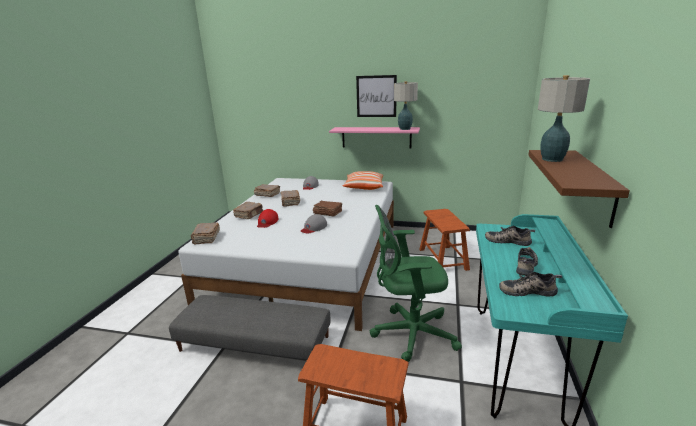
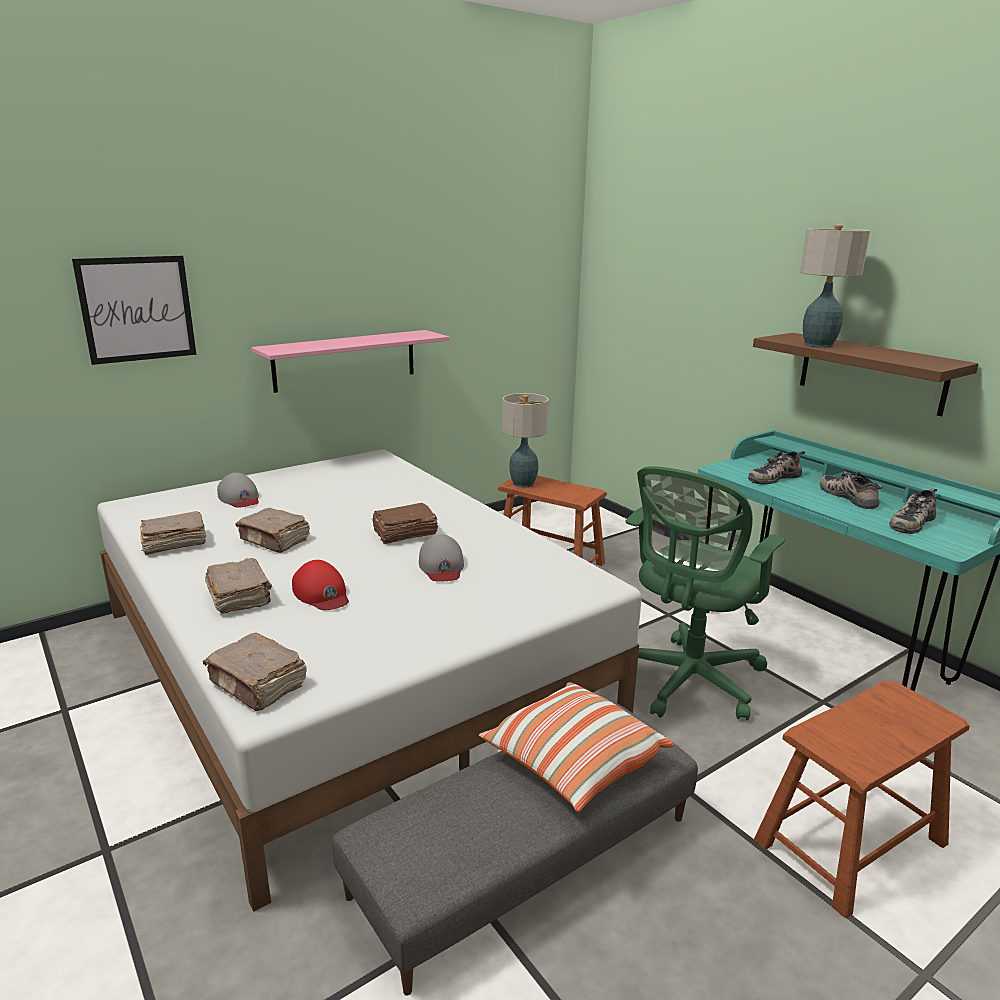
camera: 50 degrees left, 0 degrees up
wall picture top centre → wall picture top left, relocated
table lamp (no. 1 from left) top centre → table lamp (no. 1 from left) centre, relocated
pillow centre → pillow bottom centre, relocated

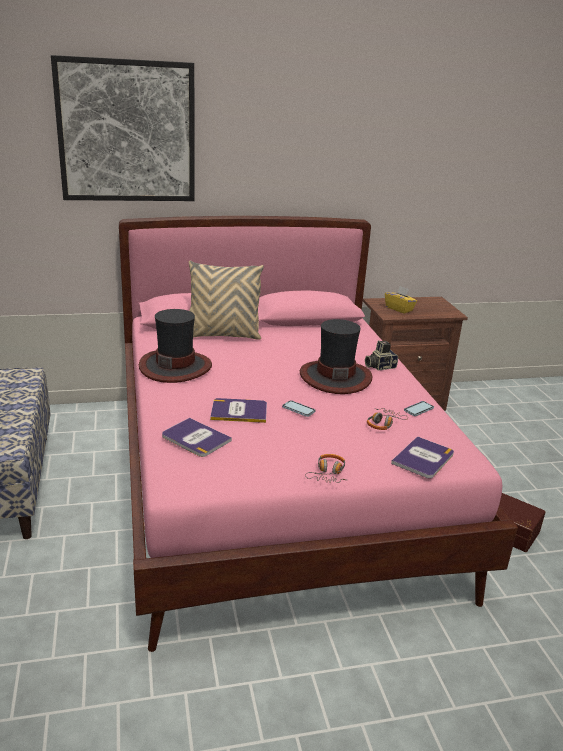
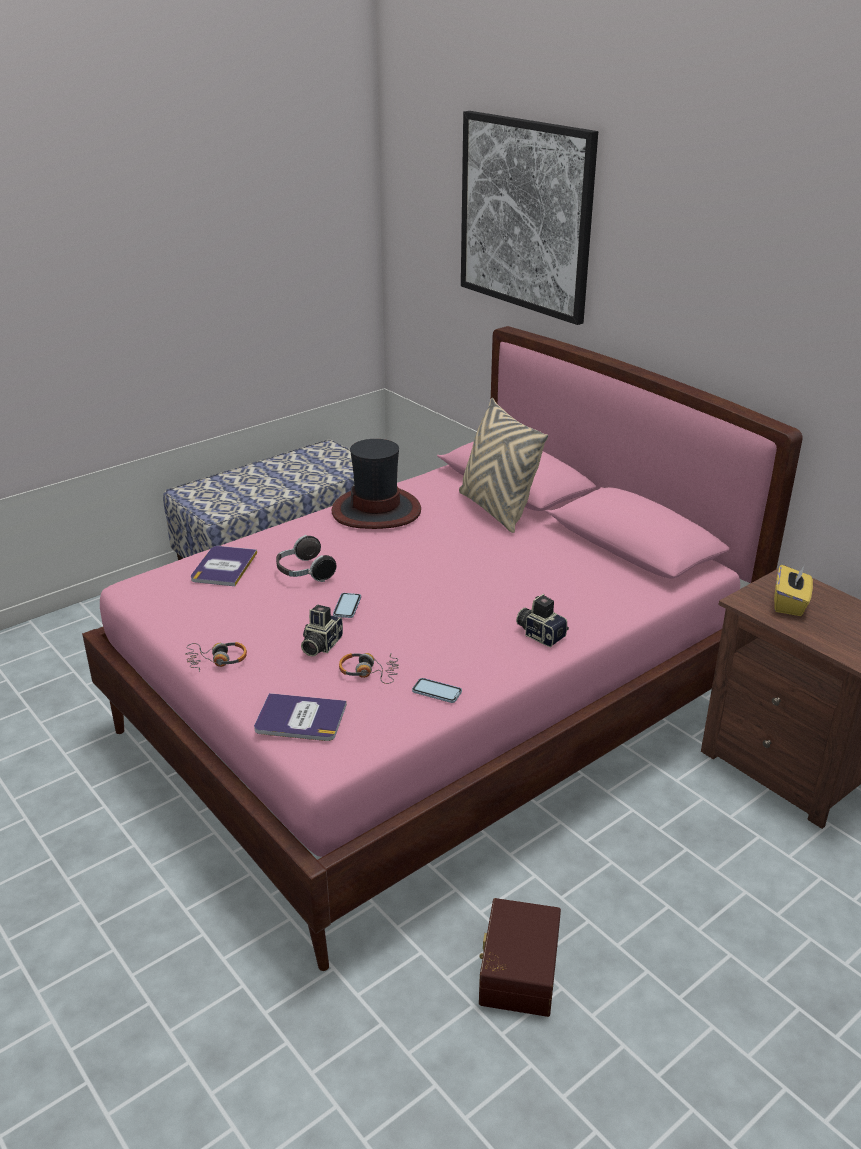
camera: 65 degrees right, 5 degrees up
wearable hat (no. 2 from left) centre → -
book (no. 2 from left) centre → headphones (no. 2 from left) centre
- → photo camera (no. 1 from left) centre

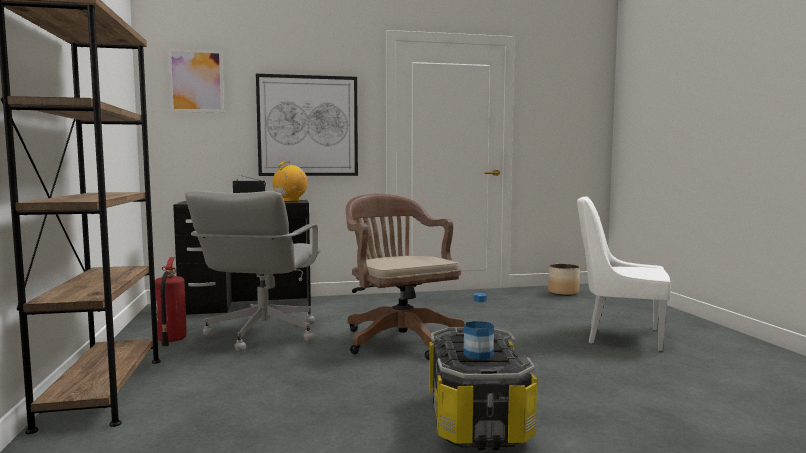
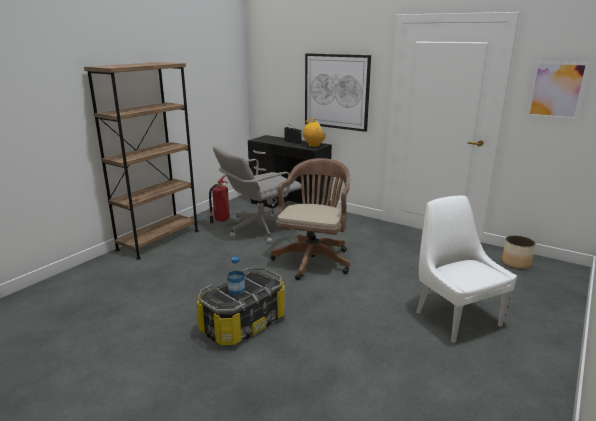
camera: 45 degrees right, 15 degrees up
wall picture (no. 1 from left in the first image) top left → wall picture (no. 2 from left) top right, relocated

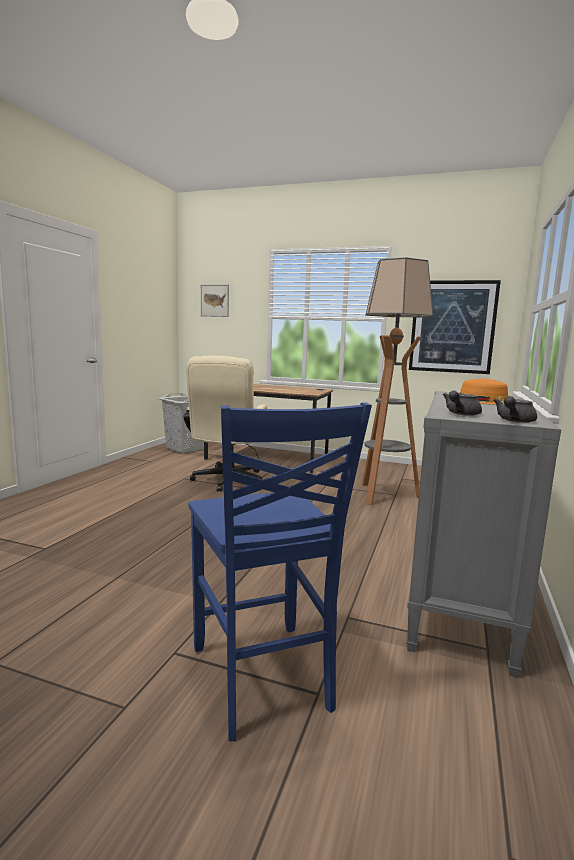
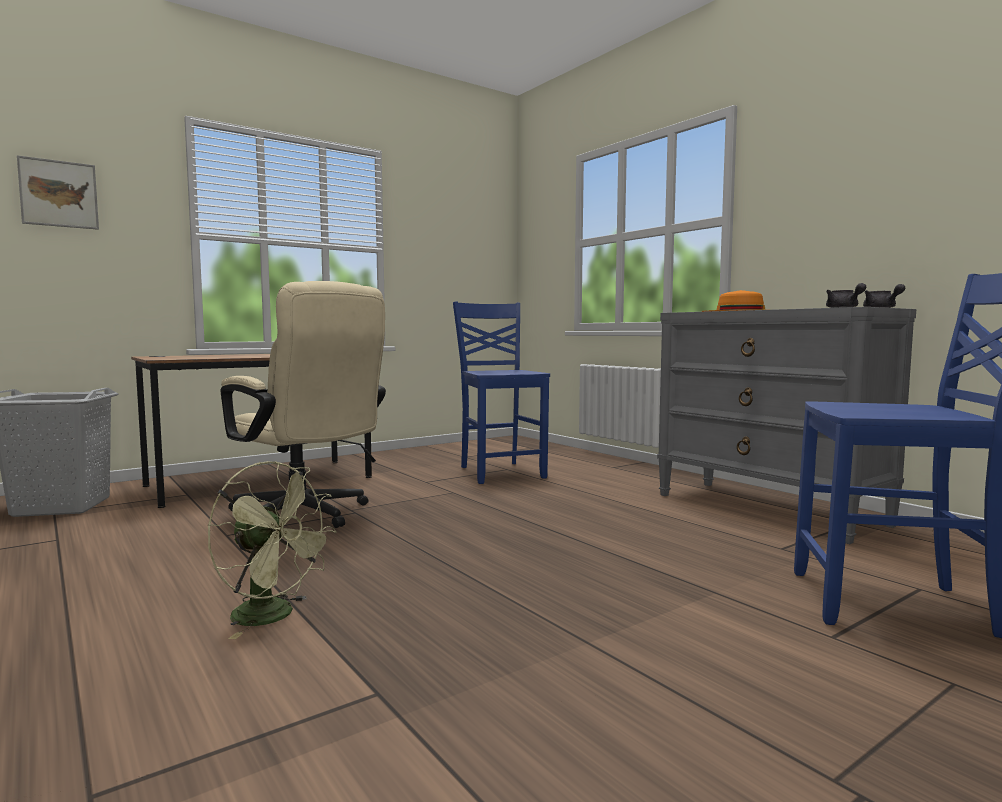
camera: 55 degrees left, 5 degrees down
standard lamp middle right → bluish chair (no. 1 from left) centre
wall picture (no. 2 from left) middle right → -
- → greenish electric fan bottom left

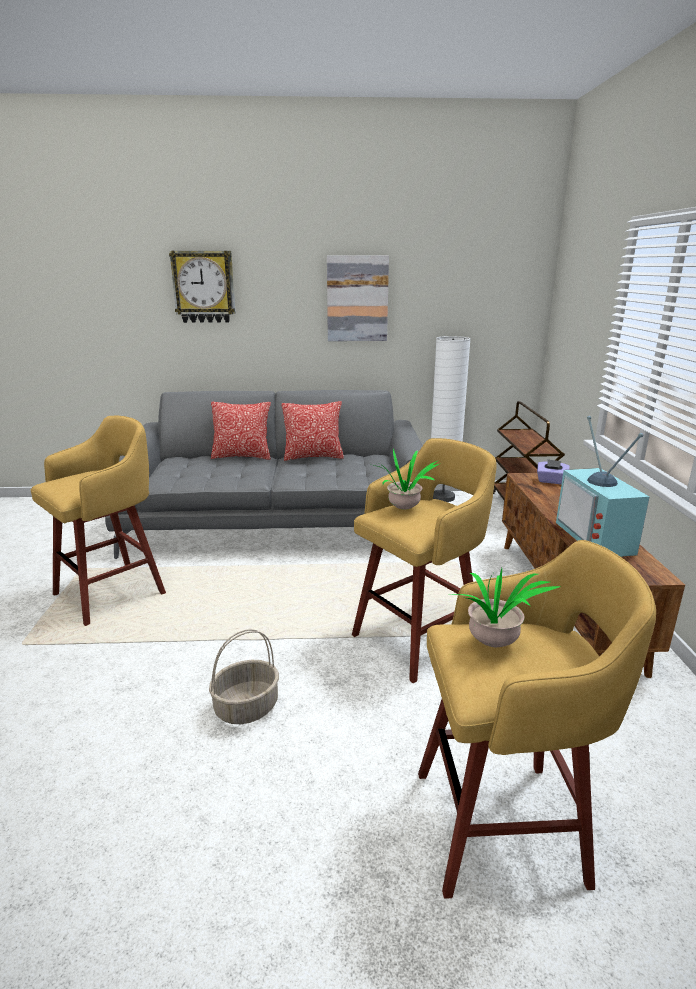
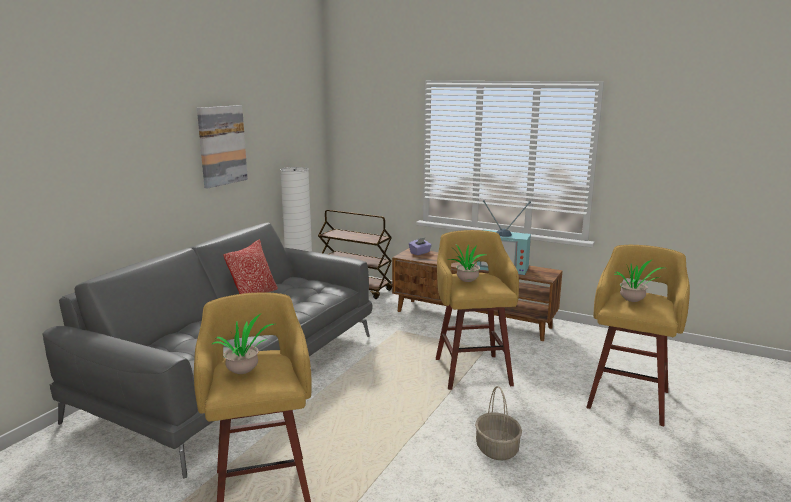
camera: 60 degrees left, 5 degrees down
clock on the wall top left → -
pillow (no. 1 from left) centre → -
- → potted plant (no. 1 from left) bottom left

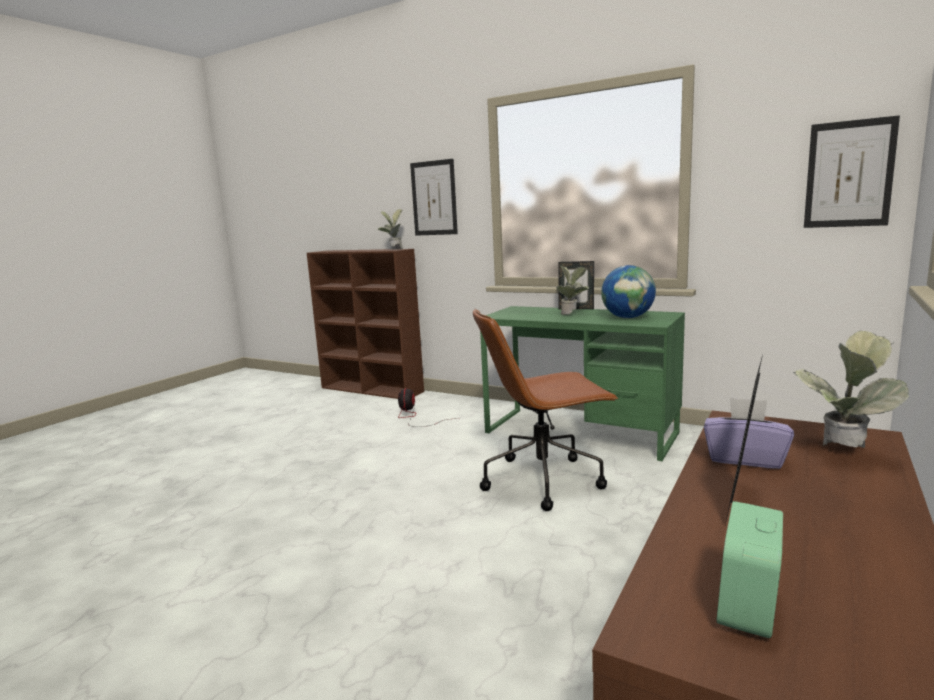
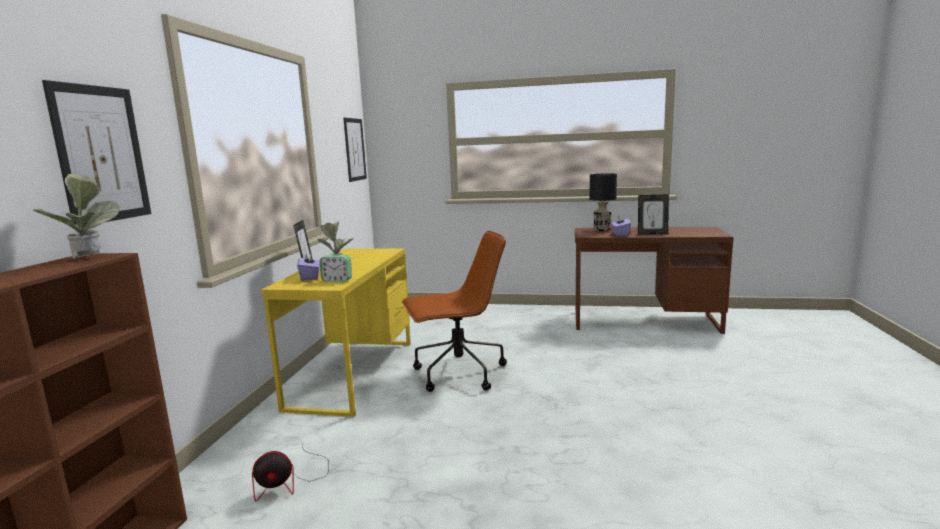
camera: 110 degrees left, 0 degrees up
world globe middle right → -
greenish desk unit centre → yellow desk unit centre
brown-coloured computer chair centre, 75 degrees counterclockwise
potted plant (no. 3 from left) middle right → black-coloured table lamp centre
bedside clock bottom right → bedside clock centre, relocated
- → purplish box of tissues (no. 1 from left) middle left

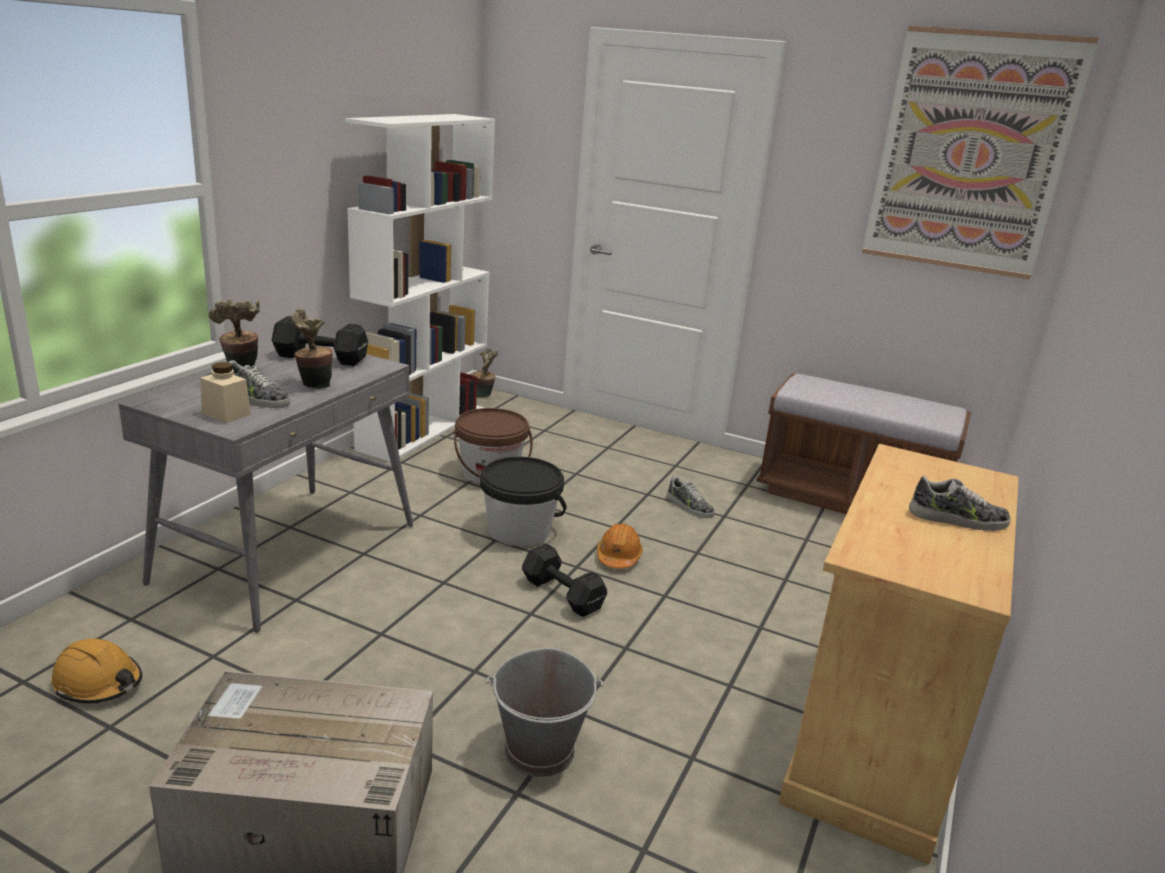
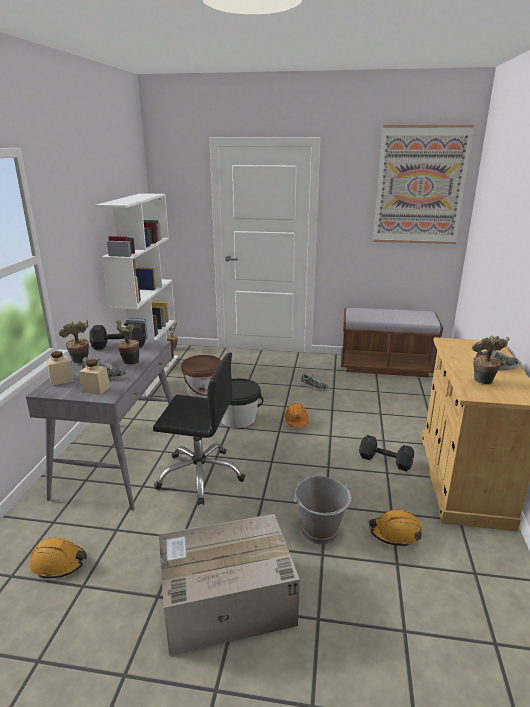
camera: 15 degrees left, 0 degrees up
black-coloured free weight (no. 2 from left) centre → black-coloured free weight (no. 2 from left) middle right, relocated
- → potted plant (no. 4 from left) middle right
- → beige-coloured preserve jar (no. 1 from left) middle left
- → black-coloured computer chair centre
- → orange-coloured work helmet (no. 3 from left) bottom right

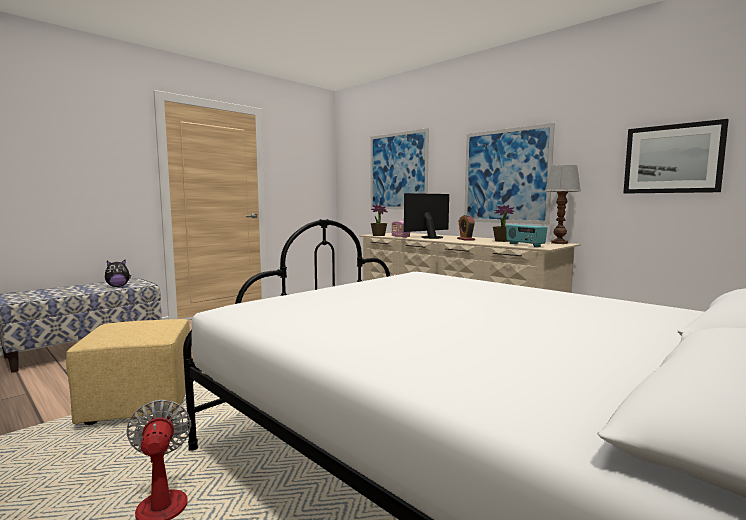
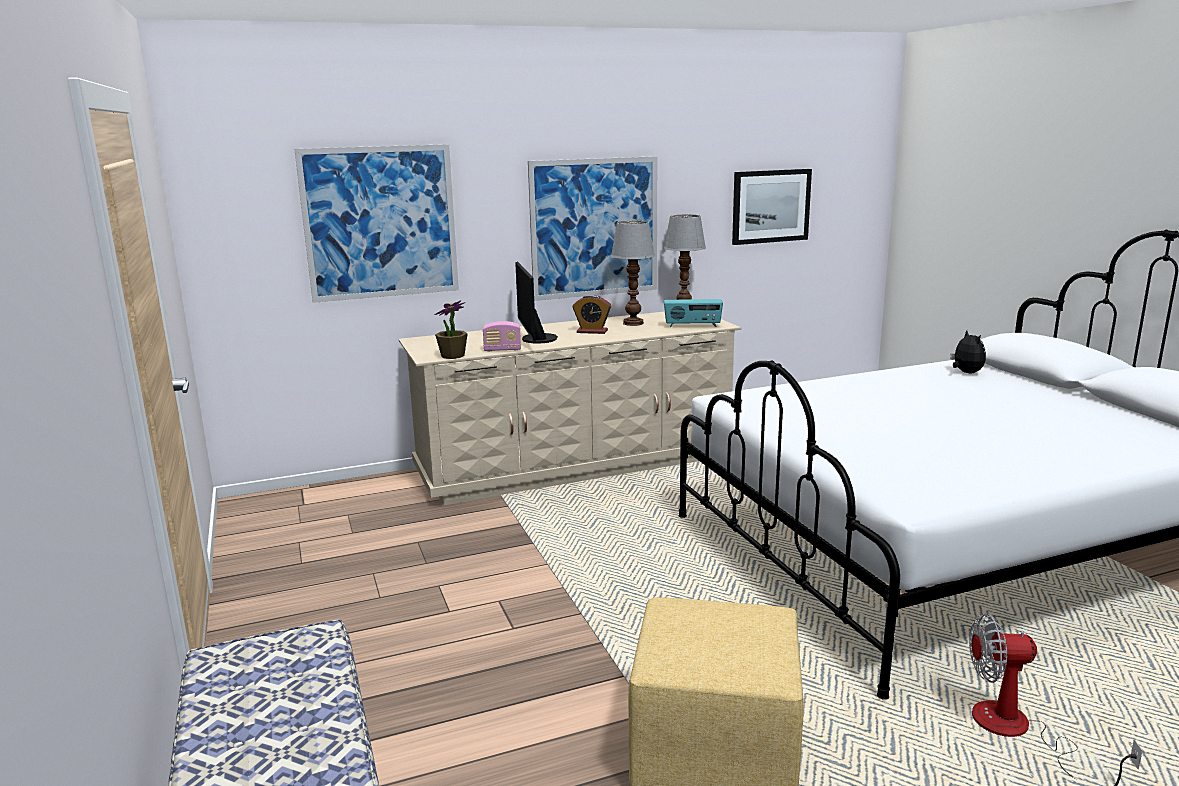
camera: 65 degrees left, 10 degrees up
potted plant (no. 2 from left) middle right → table lamp (no. 1 from left) centre
cuddly toy middle left → cuddly toy middle right, relocated

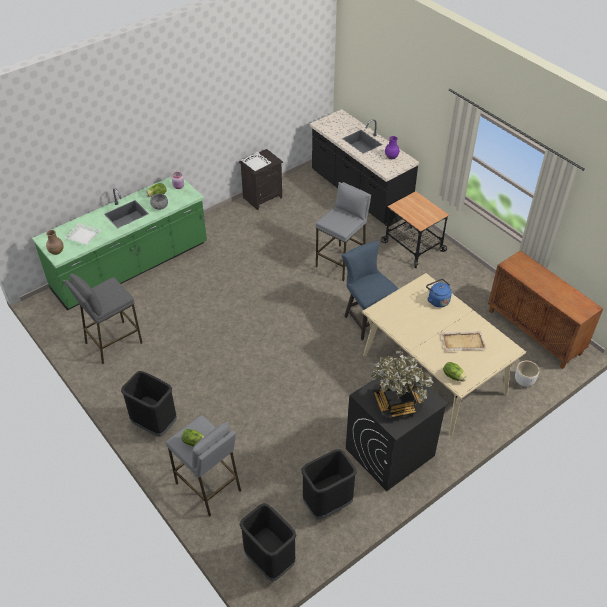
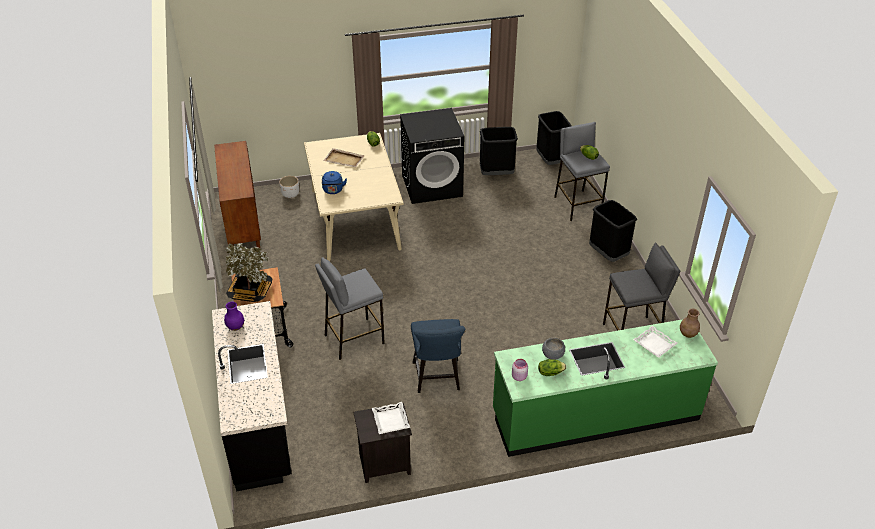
camera: 155 degrees left, 5 degrees down
bluish chair centre → bluish chair bottom centre, relocated
potted plant centre → potted plant middle left, relocated

